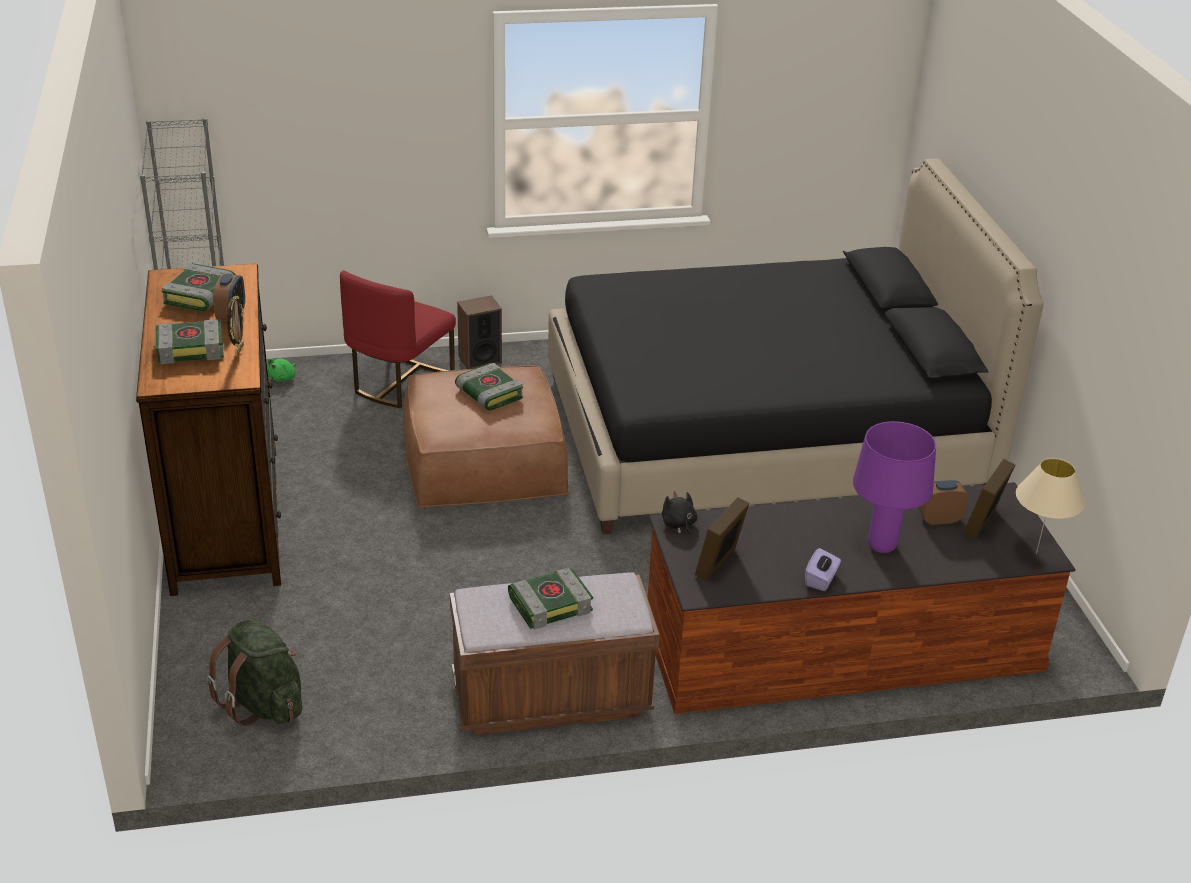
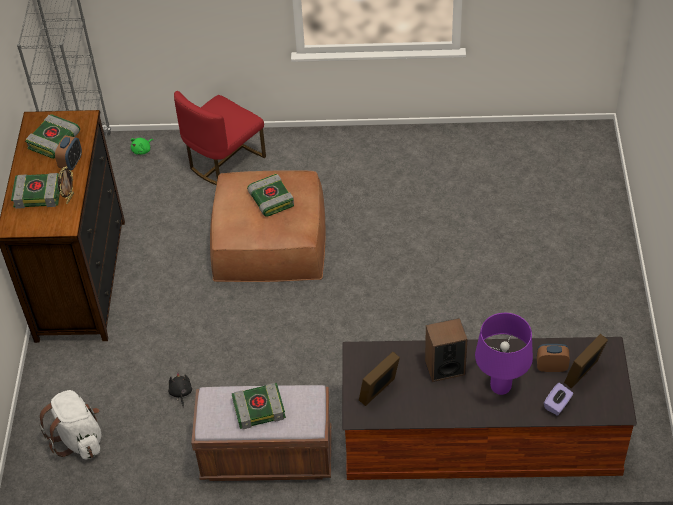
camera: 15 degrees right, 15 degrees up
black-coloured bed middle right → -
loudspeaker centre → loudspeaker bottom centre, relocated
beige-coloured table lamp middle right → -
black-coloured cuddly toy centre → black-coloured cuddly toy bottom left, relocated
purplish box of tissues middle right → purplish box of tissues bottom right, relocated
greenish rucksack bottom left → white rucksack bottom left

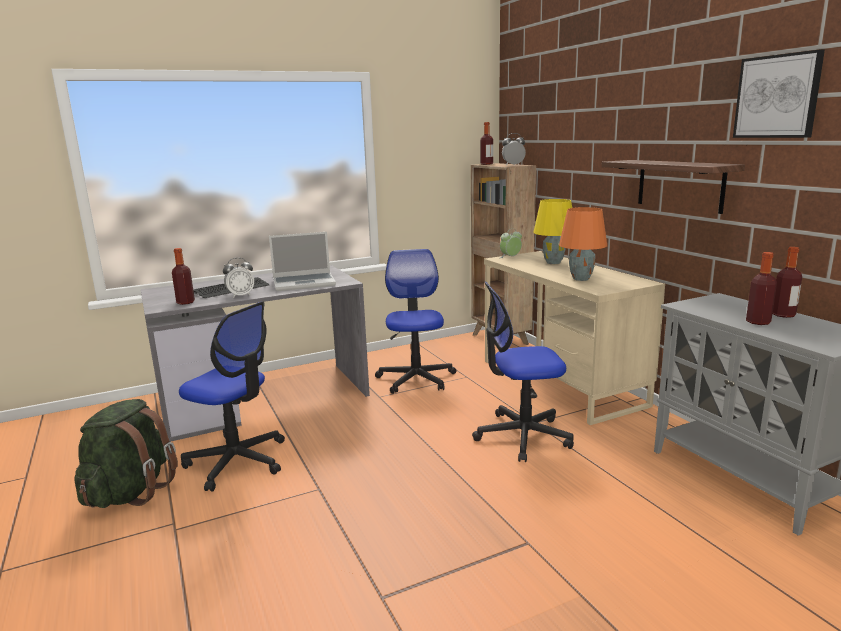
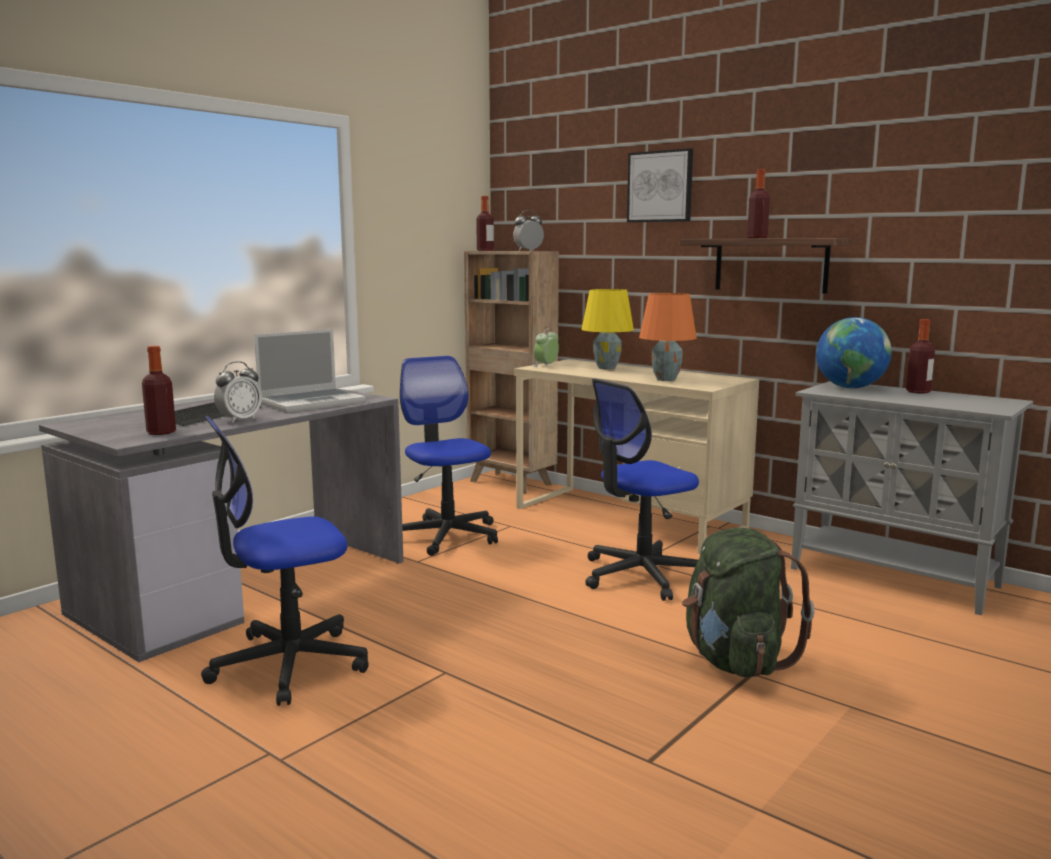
camera: 25 degrees left, 5 degrees down
wall picture top right → wall picture top centre, relocated
beverage bottle (no. 3 from left) middle right → beverage bottle (no. 3 from left) top right, relocated
computer chair (no. 1 from left) middle left, 150 degrees clockwise
greenish rucksack bottom left → greenish rucksack bottom right, relocated
- → world globe middle right

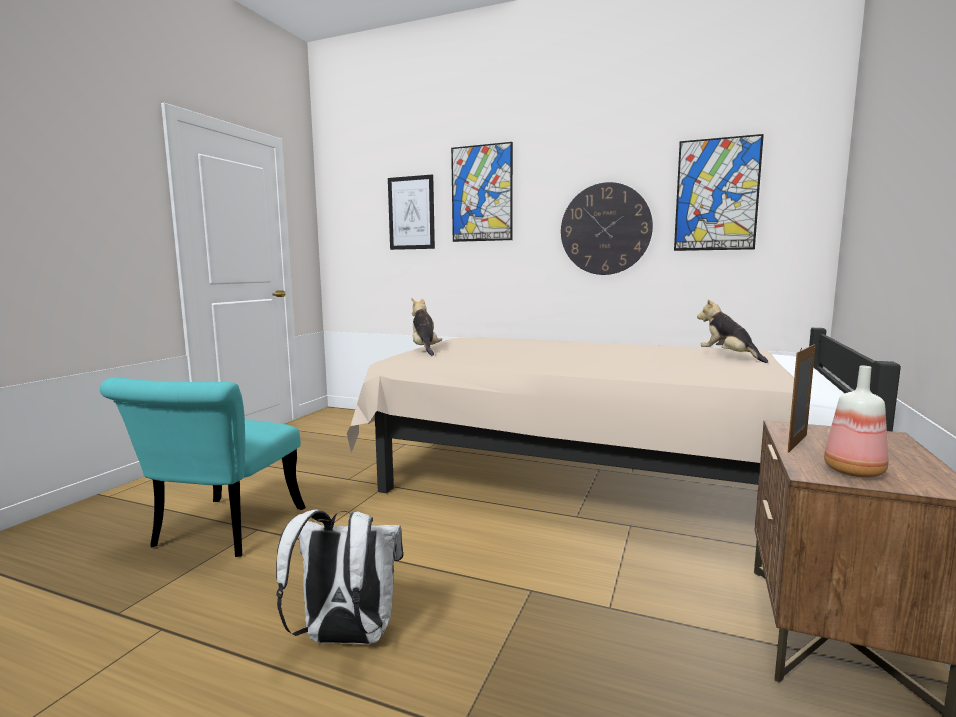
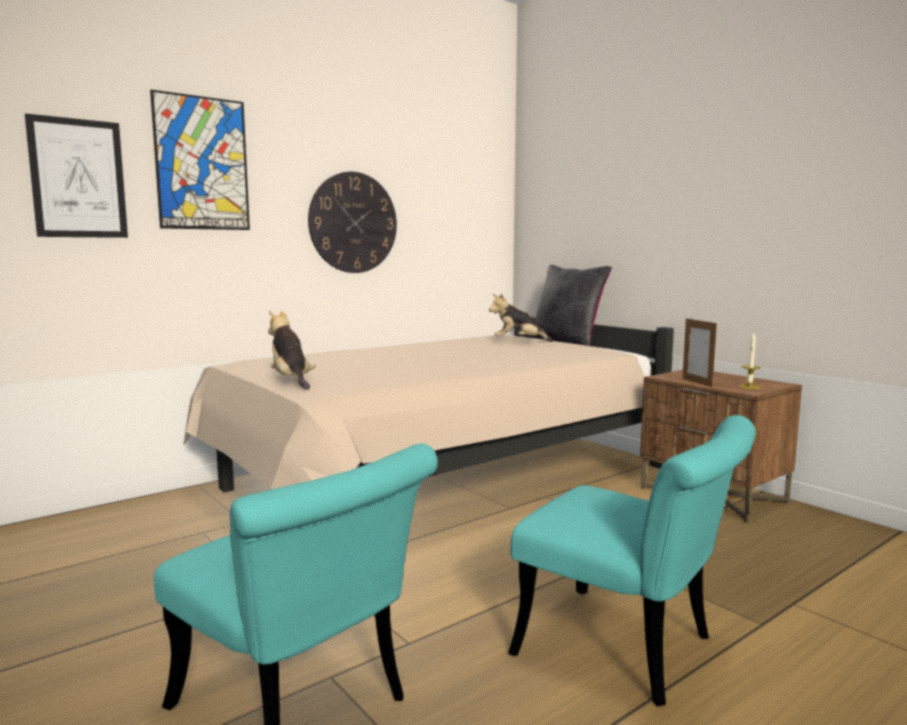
camera: 60 degrees left, 0 degrees up
wall picture (no. 3 from left) top right → -
cuddly toy (no. 1 from left) centre → cuddly toy (no. 1 from left) middle left, 45 degrees clockwise
beverage bottle middle right → candle middle right
white rucksack bottom centre → turquoise chair (no. 2 from left) bottom right
- → black-coloured pillow centre

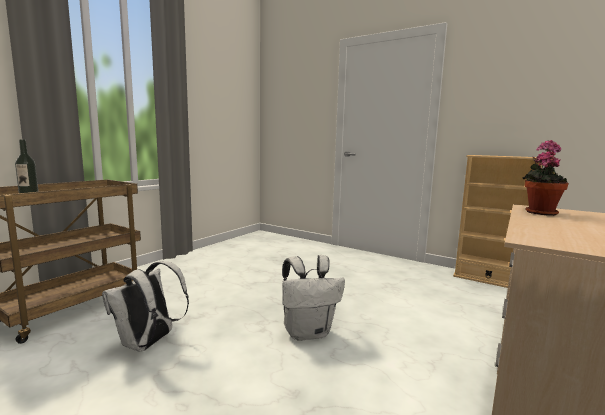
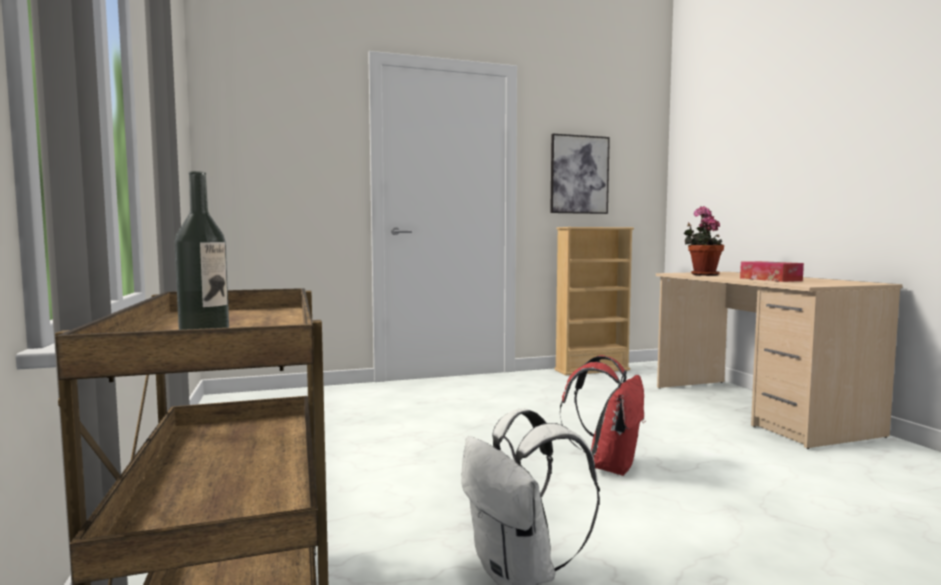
camera: 50 degrees left, 5 degrees down
white rucksack (no. 2 from left) bottom centre → red rucksack bottom centre
- → wall picture top centre
- → box of tissues middle right

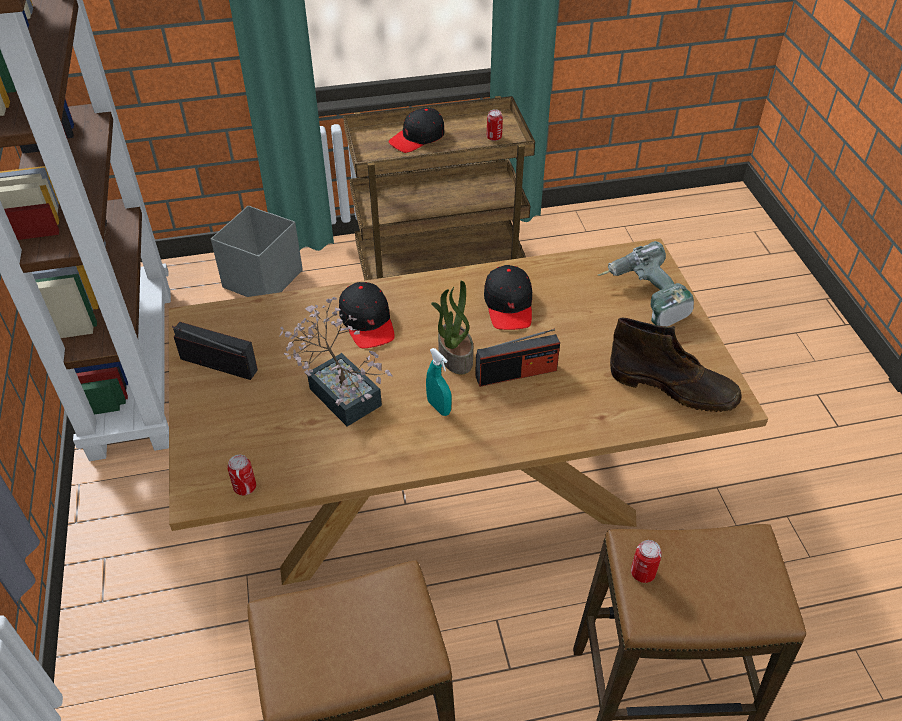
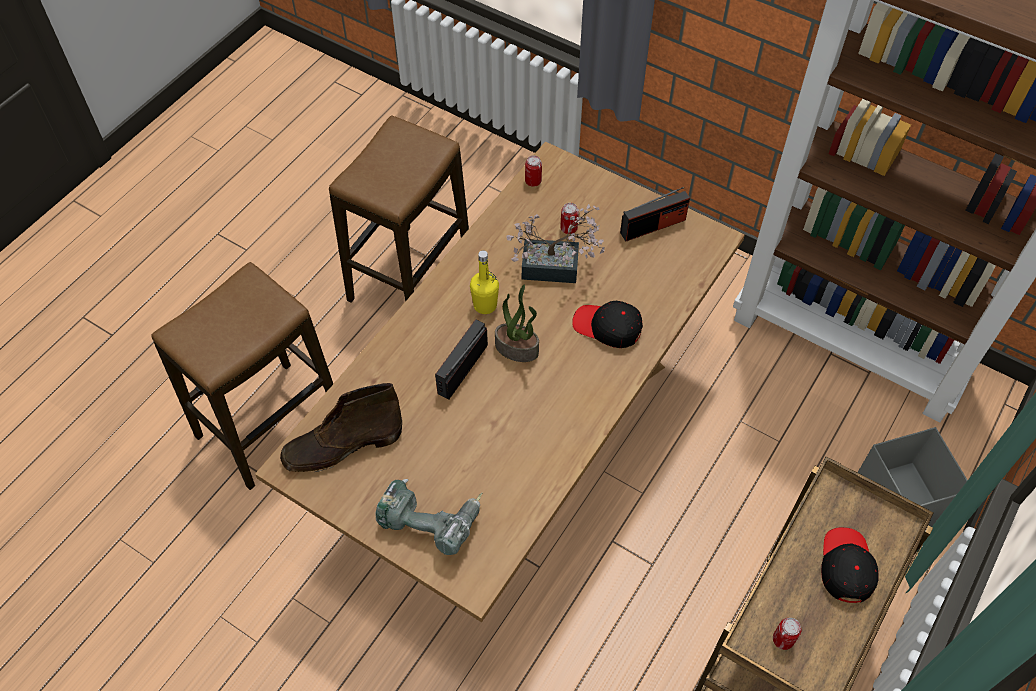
camera: 135 degrees right, 10 degrees up
black-coloured peaked cap (no. 3 from left) centre → -
turquoise spray bottle centre → yellow beverage bottle centre
metal can (no. 3 from left in the first image) bottom right → metal can (no. 2 from left) top centre, relocated

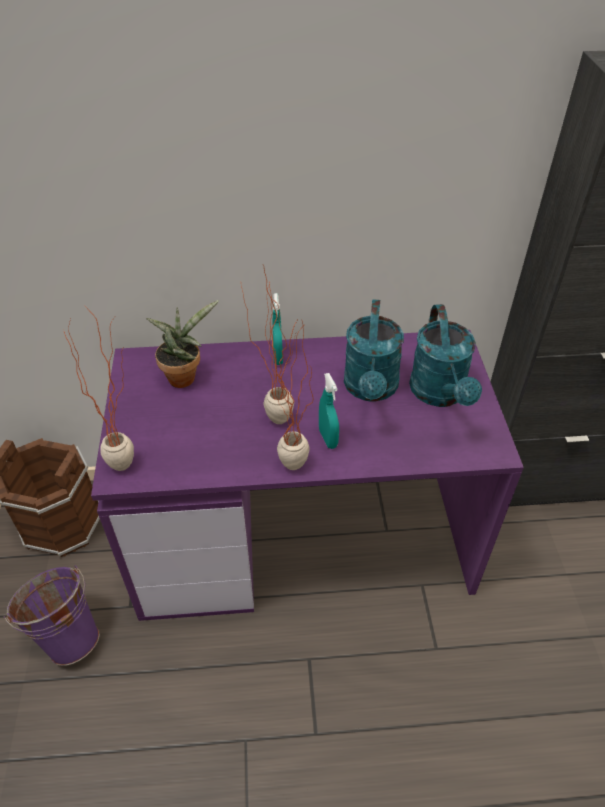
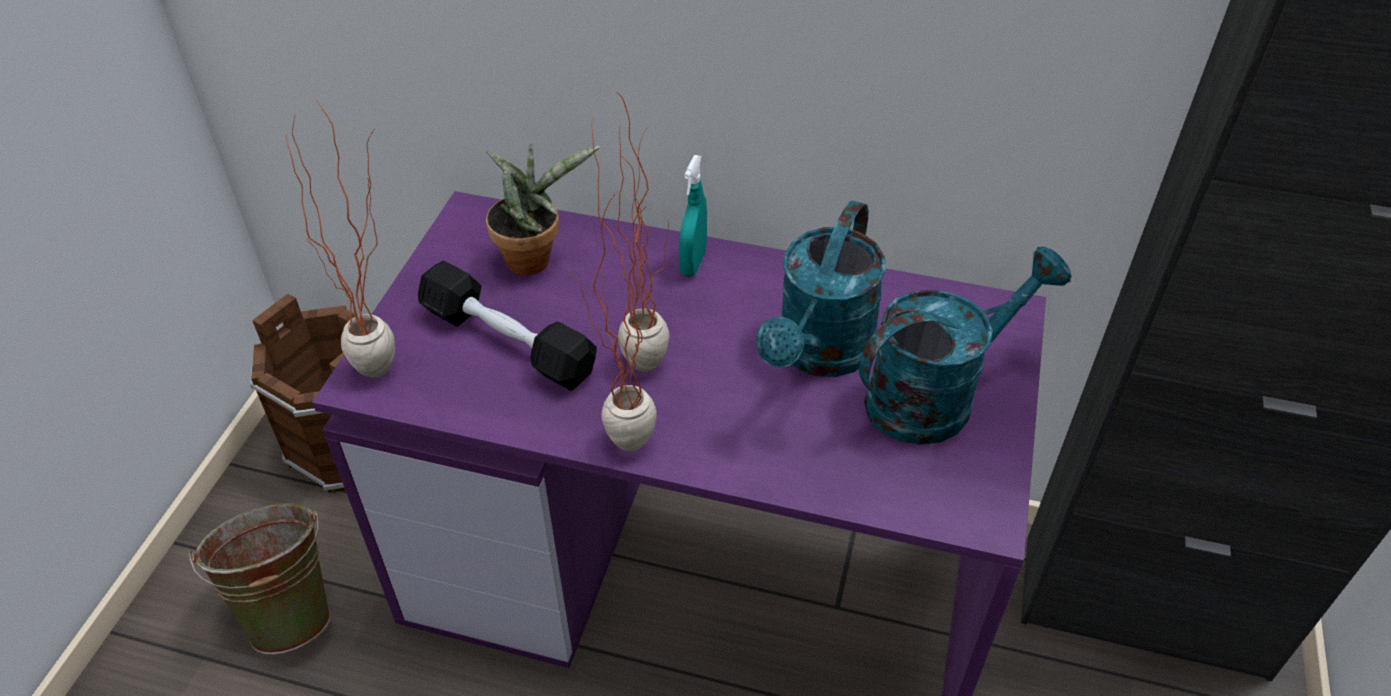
camera: 20 degrees right, 0 degrees up
turquoise watering pot (no. 2 from left) middle right, 135 degrees counterclockwise
turquoise spray bottle (no. 2 from left) centre → -
purplish water bucket bottom left → greenish water bucket bottom left
- → black-coloured free weight centre

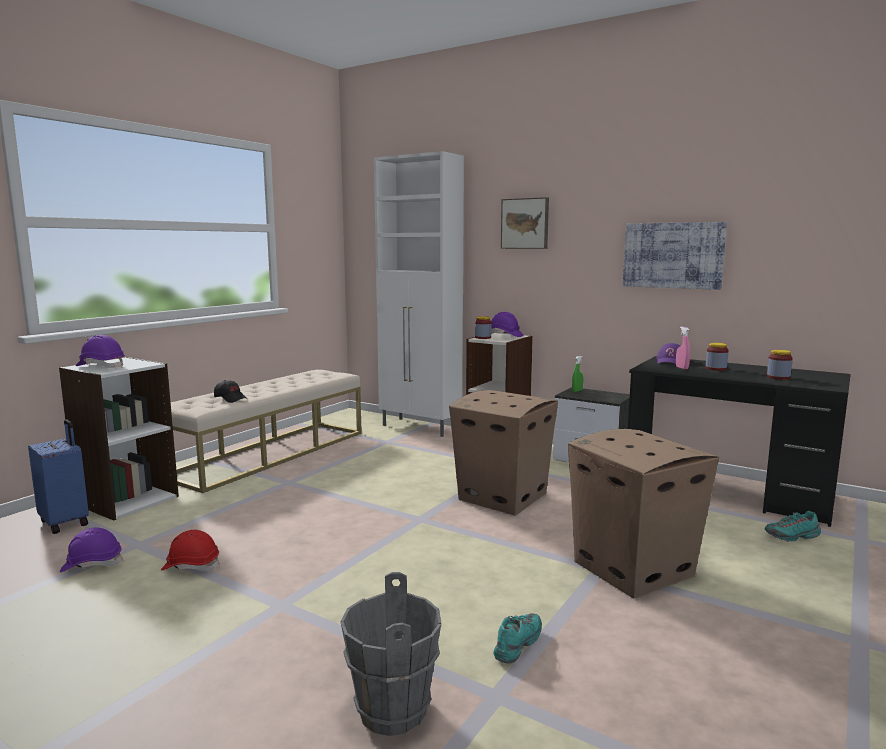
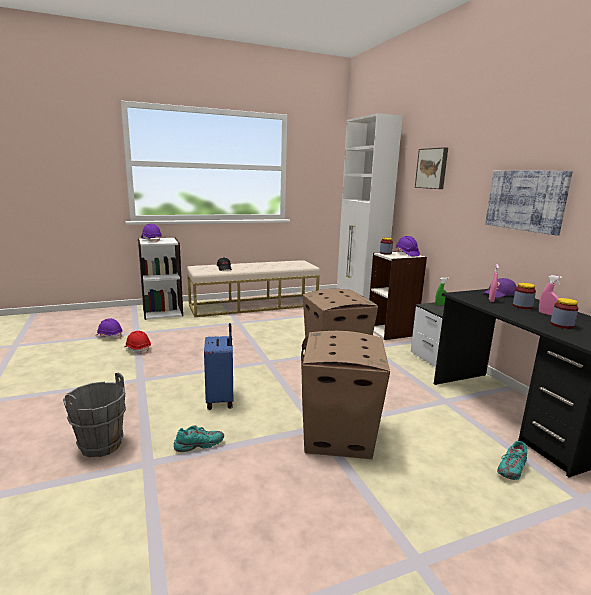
camera: 35 degrees right, 5 degrees up
bluish travel case middle left → bluish travel case centre, relocated
turquoise shoe (no. 2 from left) bottom right, 75 degrees counterclockwise
- → pinkish spray bottle (no. 2 from left) middle right

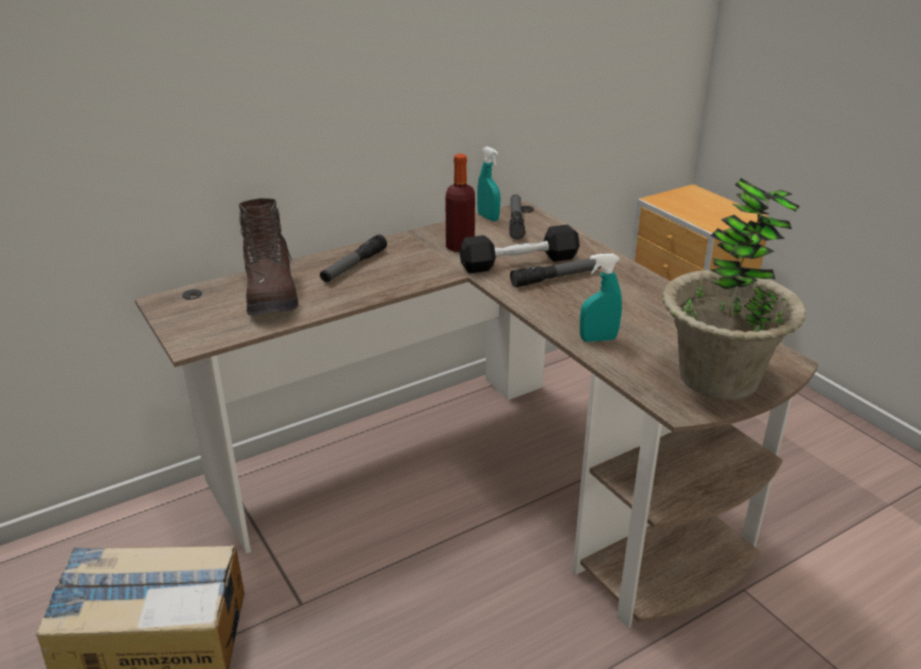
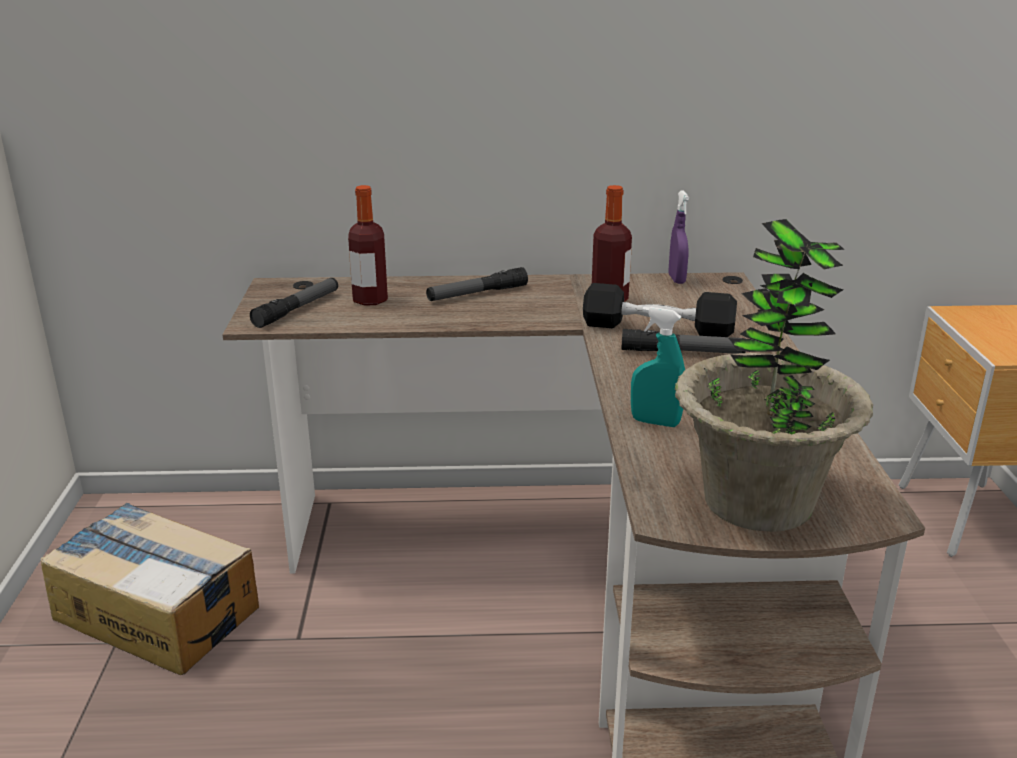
camera: 30 degrees right, 5 degrees down
turquoise spray bottle (no. 1 from left) top centre → purplish spray bottle top right
torch (no. 2 from left in the first image) top centre → torch (no. 1 from left) middle left, relocated
brown-coloured high-top boot middle left → beverage bottle (no. 1 from left) top centre

